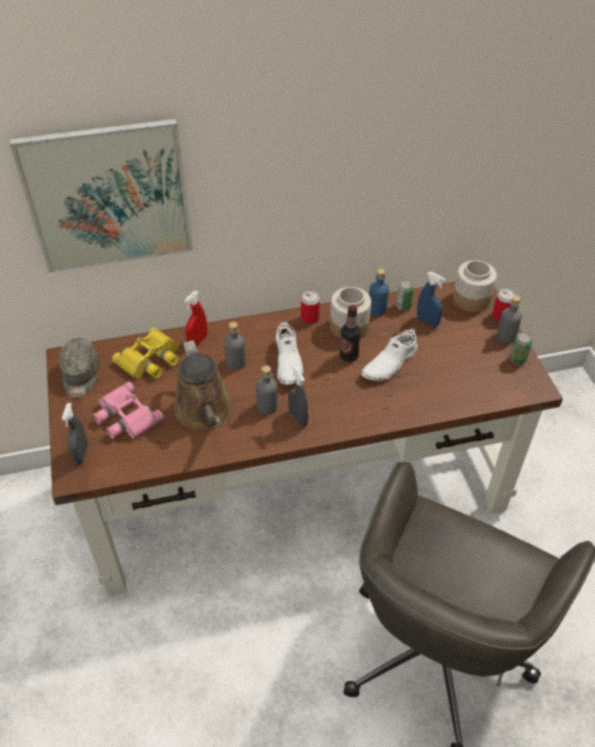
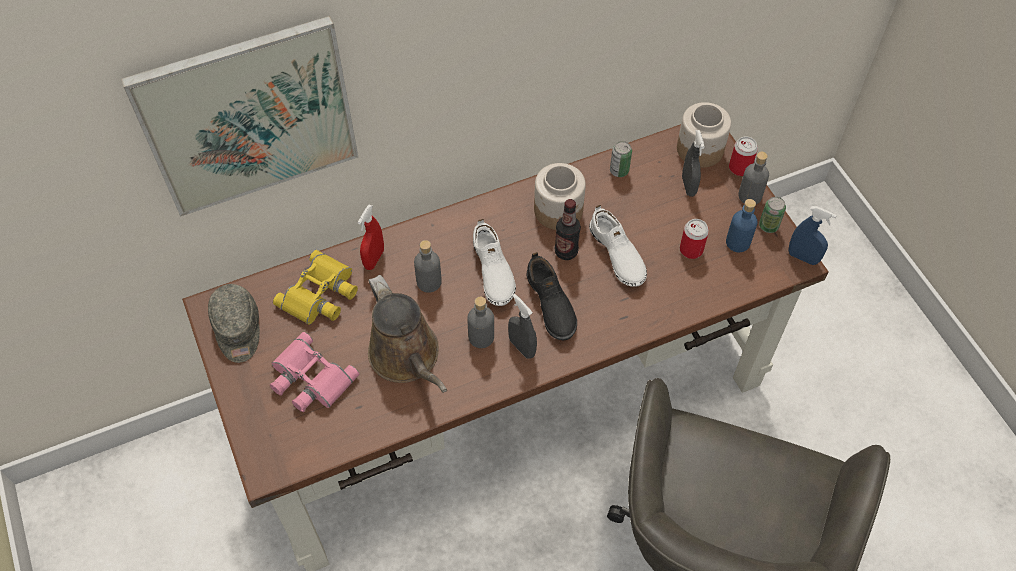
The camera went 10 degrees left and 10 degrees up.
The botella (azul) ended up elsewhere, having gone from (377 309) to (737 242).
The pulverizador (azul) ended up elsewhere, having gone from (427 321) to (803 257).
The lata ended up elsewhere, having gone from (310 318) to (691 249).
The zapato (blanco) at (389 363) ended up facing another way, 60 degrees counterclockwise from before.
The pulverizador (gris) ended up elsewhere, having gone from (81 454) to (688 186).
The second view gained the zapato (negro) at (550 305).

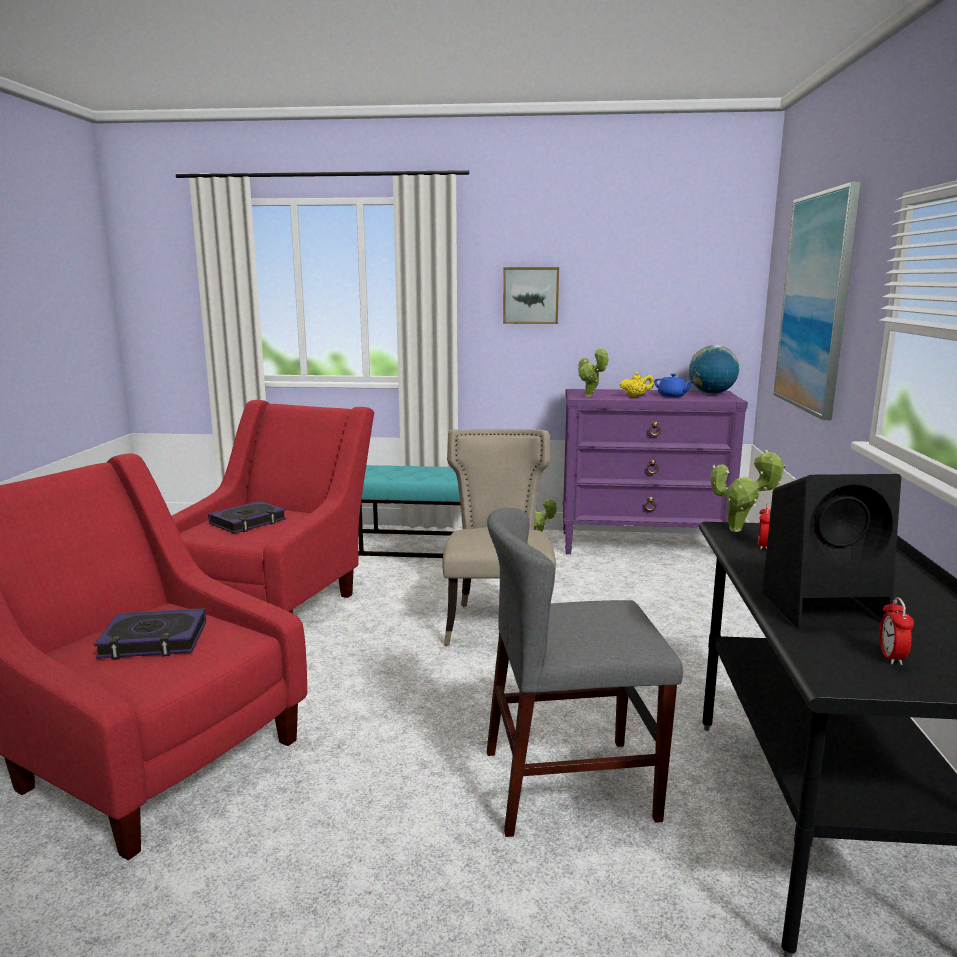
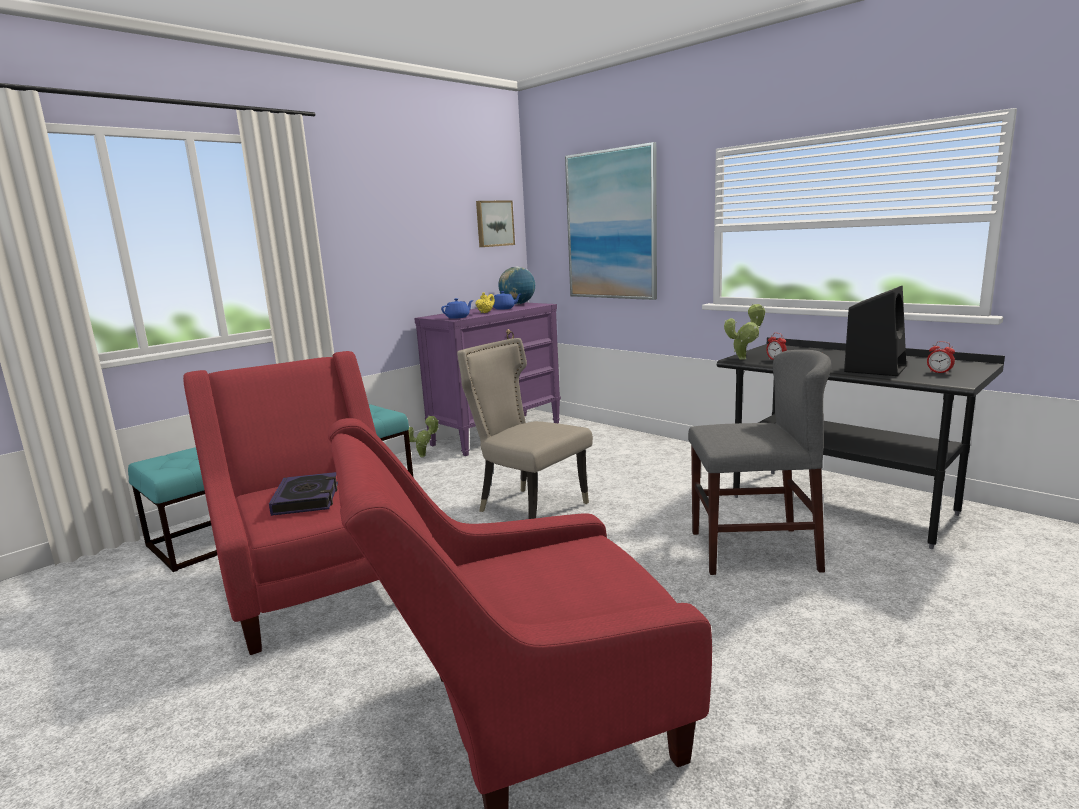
The camera went 50 degrees left and 0 degrees up.
The cuadro ended up elsewhere, having gone from (530 295) to (494 223).
Where the planta en maceta stood at (590 396), the tetera (azul) came to stand at (458 317).
The silla (gris) at (569 785) ended up facing another way, 120 degrees counterclockwise from before.
The second view lost the libro at (154 641).

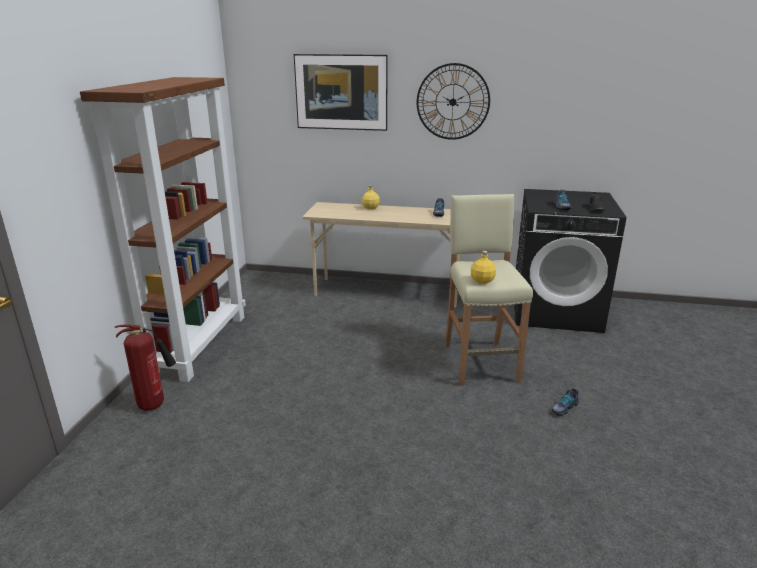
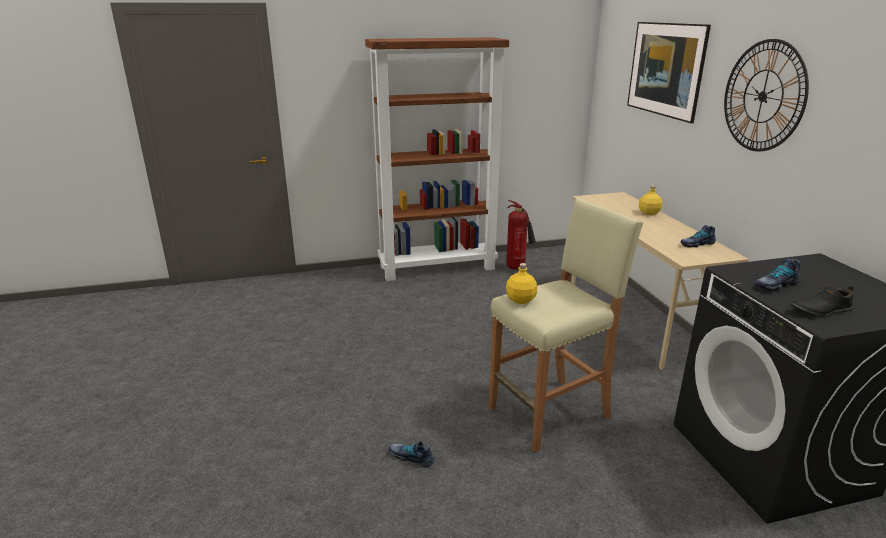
The camera went 65 degrees right and 0 degrees up.
The extintor ended up elsewhere, having gone from (155 405) to (517 268).
The zapato ended up elsewhere, having gone from (564 407) to (412 457).

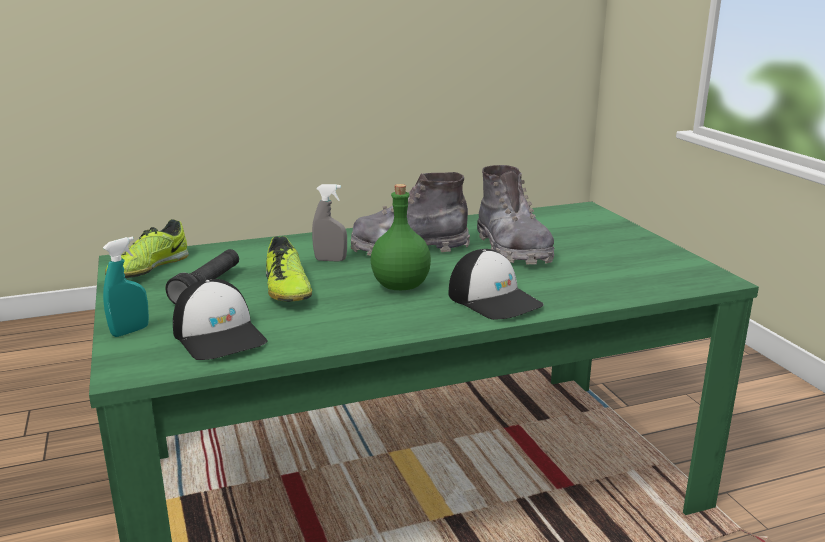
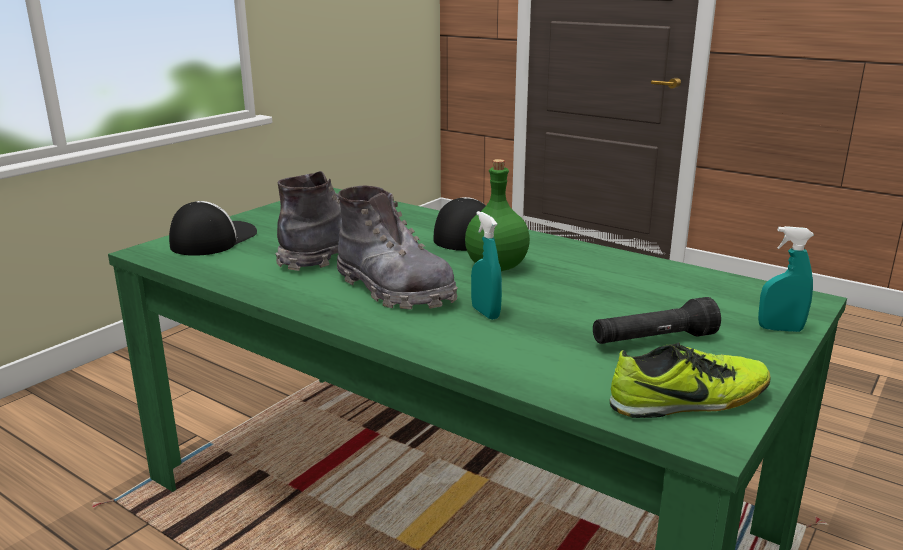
The camera went 125 degrees left and 0 degrees up.
What was the pulverizador (gris) at (330 260) turned into the pulverizador (turquesa) at (485 313).
The second view lost the zapato at (287 290).
The gorra ended up elsewhere, having gone from (220 335) to (213 239).

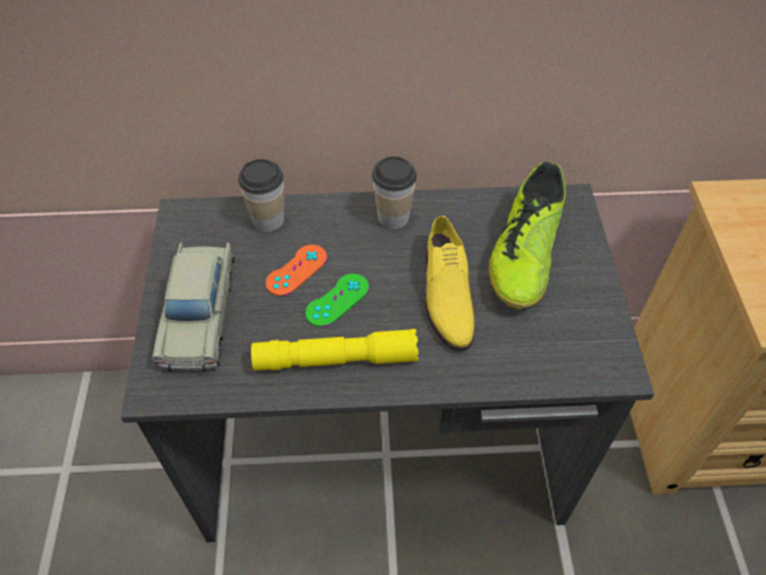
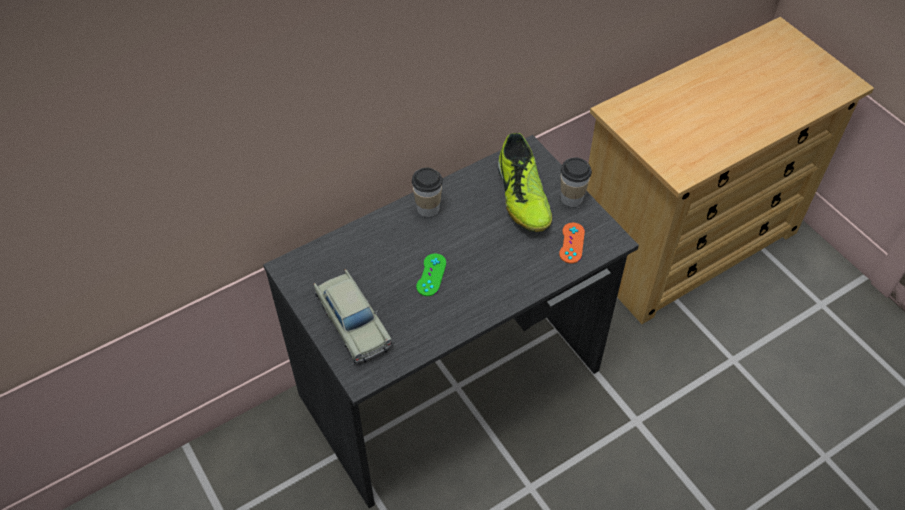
The camera went 30 degrees left and 0 degrees up.
The taza ended up elsewhere, having gone from (268 220) to (571 198).
The second view lost the zapato (amarillo) at (445 293).
The mando de consola (naranja) ended up elsewhere, having gone from (296 270) to (572 243).
The second view lost the linterna (amarillo) at (336 359).

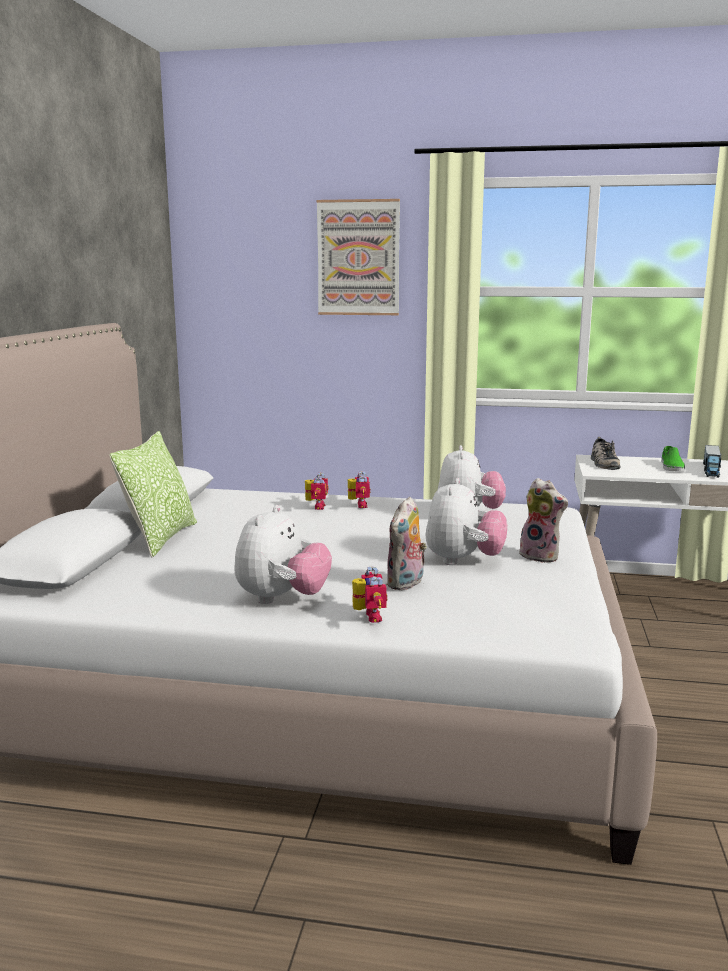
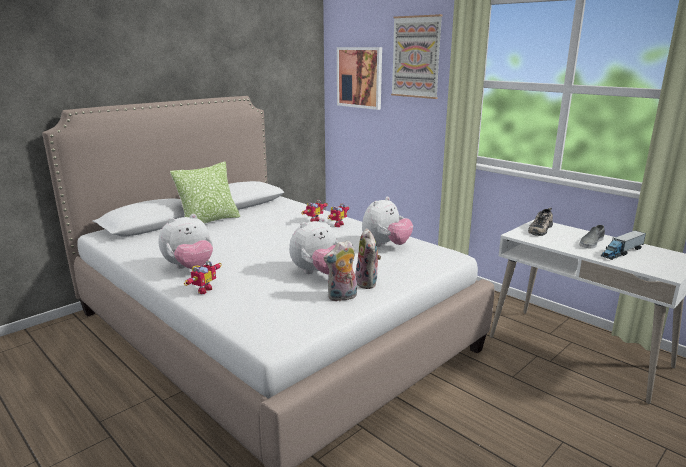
The camera went 35 degrees right and 5 degrees up.
What was the zapato (verde) at (671 467) turned into the zapato (gris) at (591 243).
The peluche ended up elsewhere, having gone from (406 584) to (342 297).
The second view gained the cuadro at (359 77).

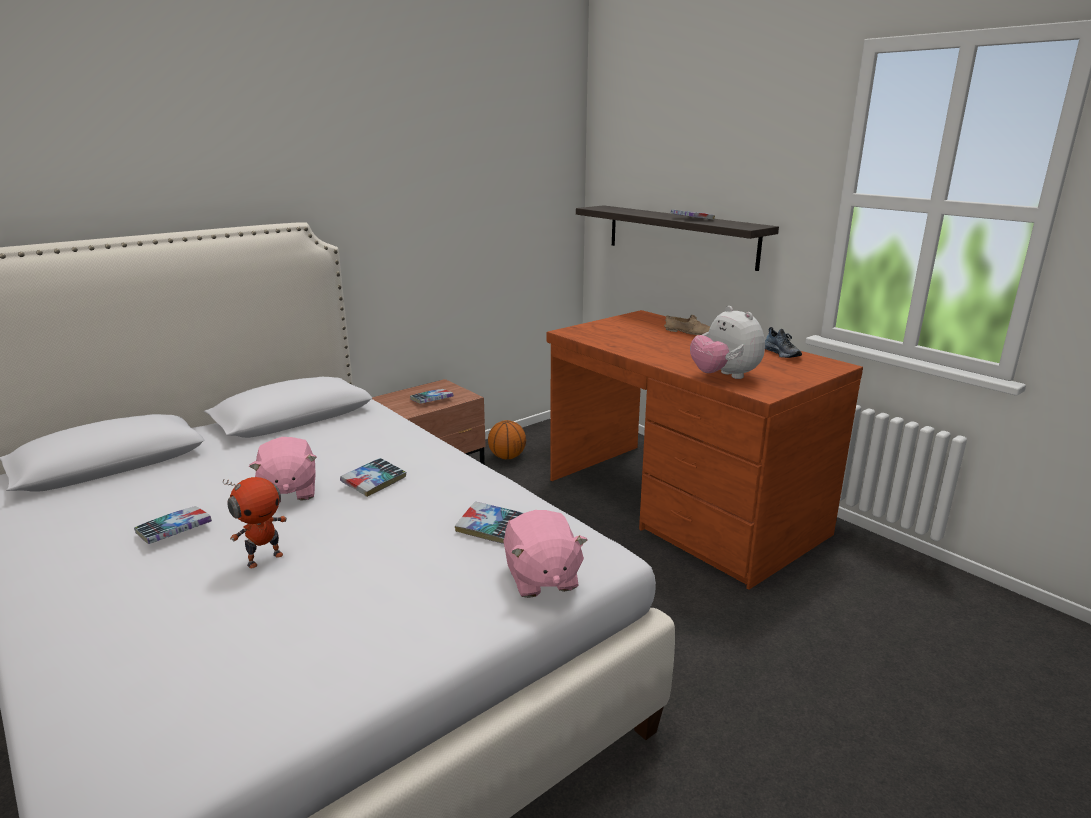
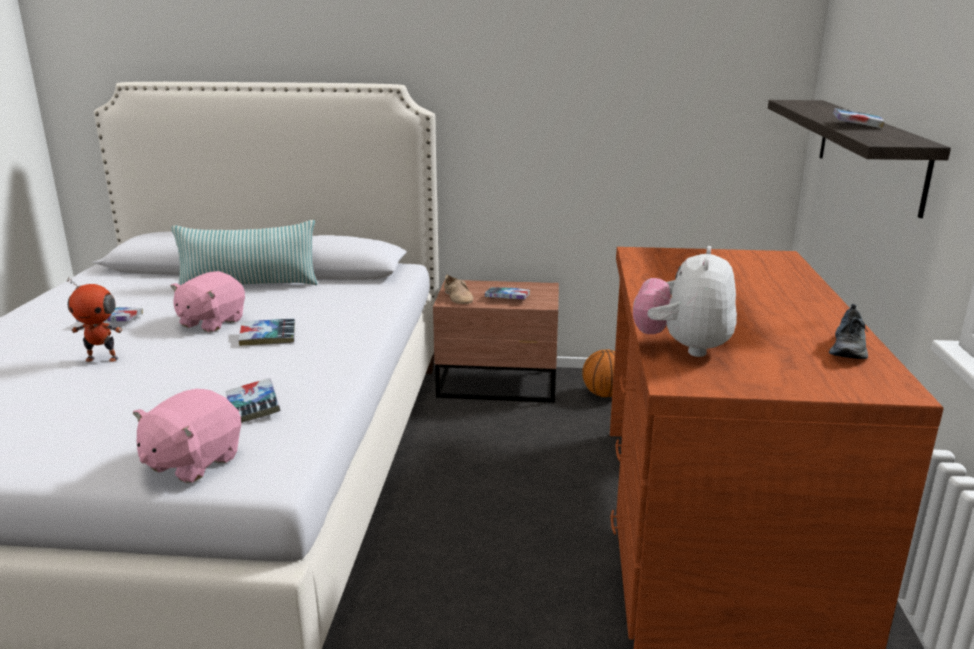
The camera went 45 degrees right and 0 degrees up.
The zapato (beis) ended up elsewhere, having gone from (689 332) to (459 297).
The second view gained the cojín at (249 285).

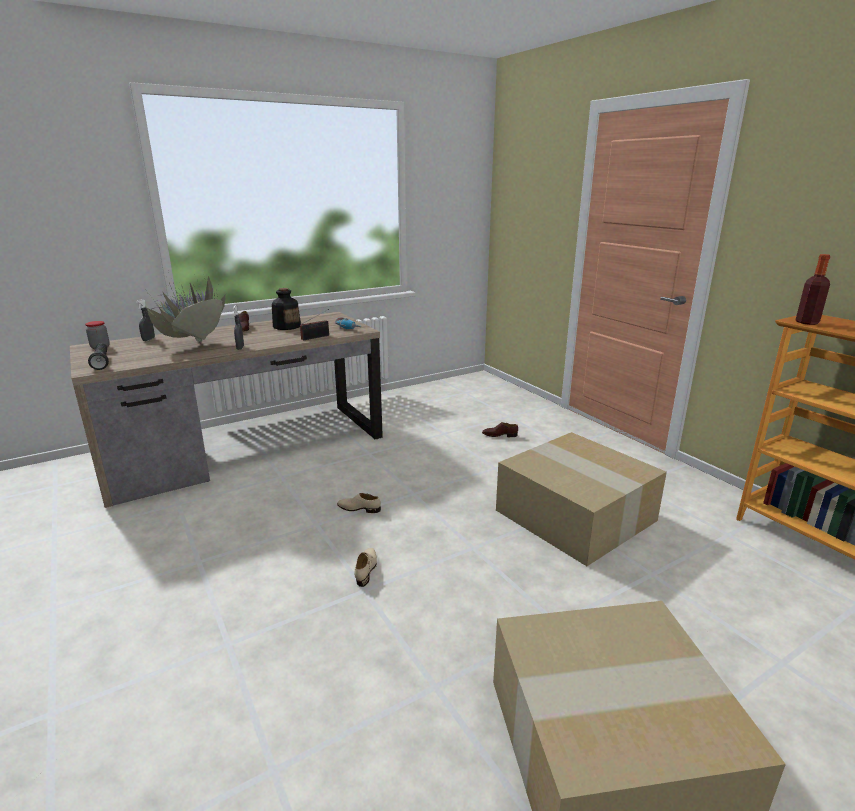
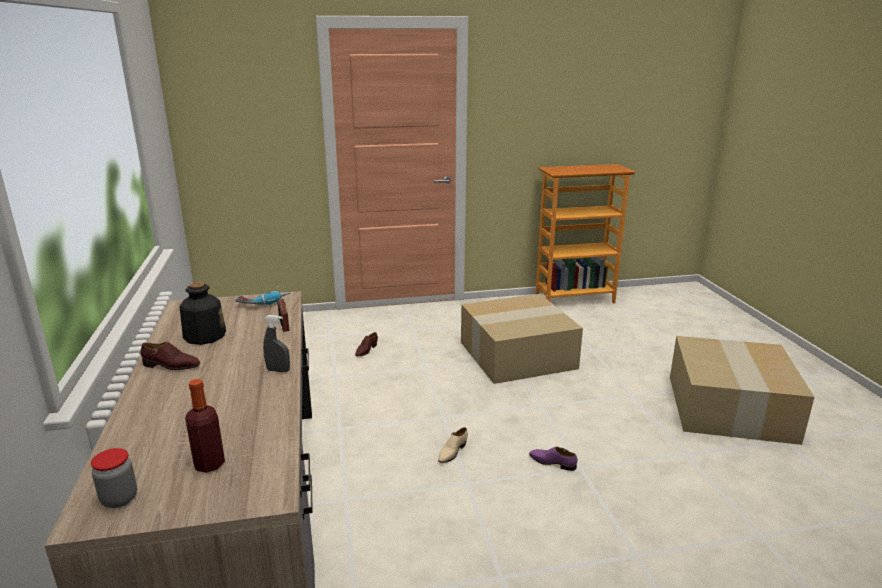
The camera went 70 degrees left and 0 degrees up.
The botella ended up elsewhere, having gone from (807 322) to (209 464).
The second view lost the planta en maceta at (195 346).
The second view lost the pulverizador (gris) at (148 339).
The second view lost the linterna (negro) at (101 362).
What was the zapato (beis) at (366 569) turned into the zapato (morado) at (552 462).

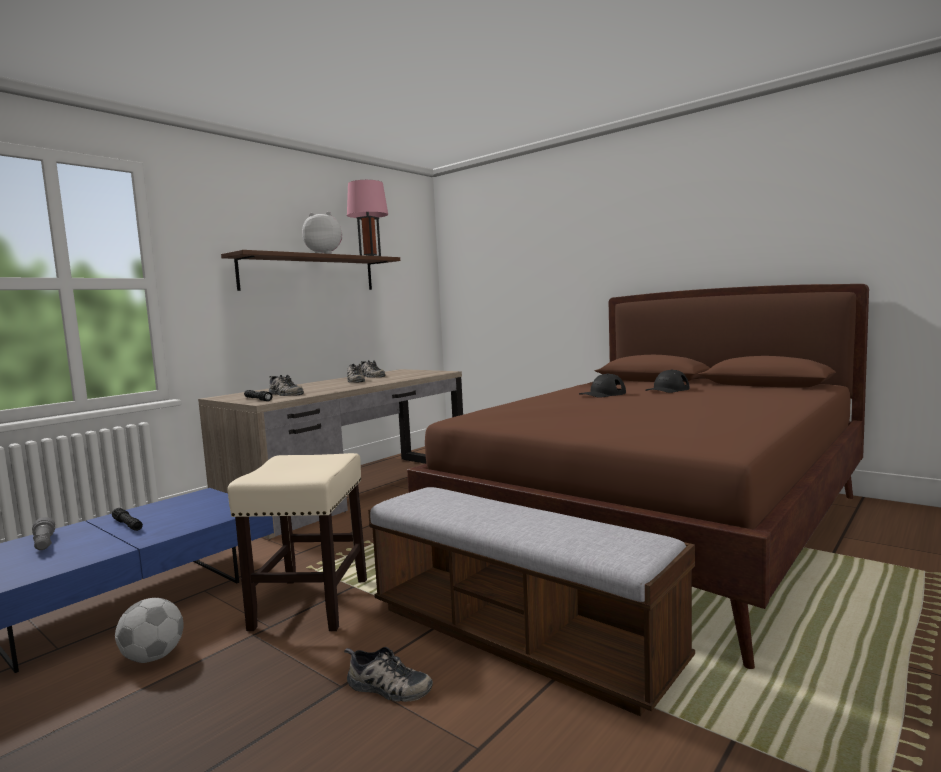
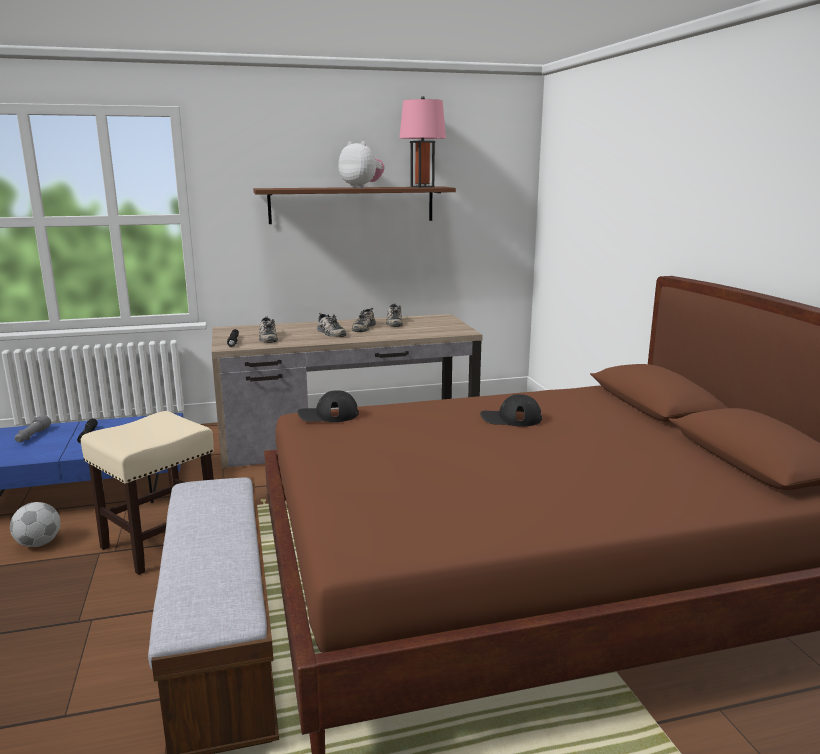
The camera went 35 degrees right and 10 degrees up.
The gorra (negro) ended up elsewhere, having gone from (667 390) to (328 415).
The zapato ended up elsewhere, having gone from (387 688) to (330 333).

